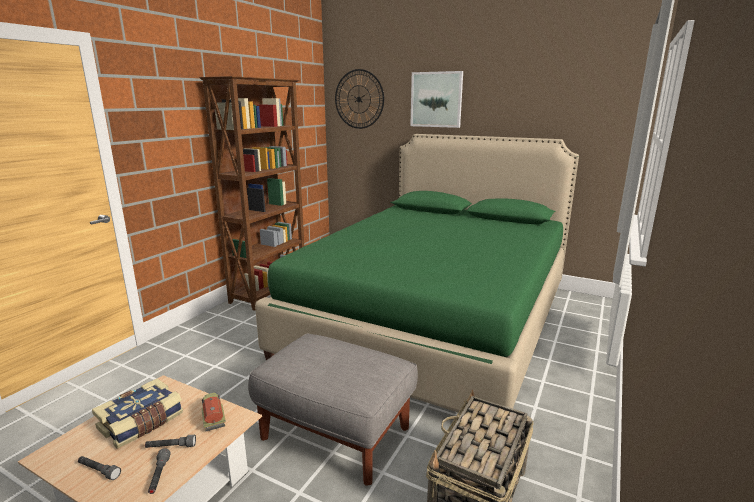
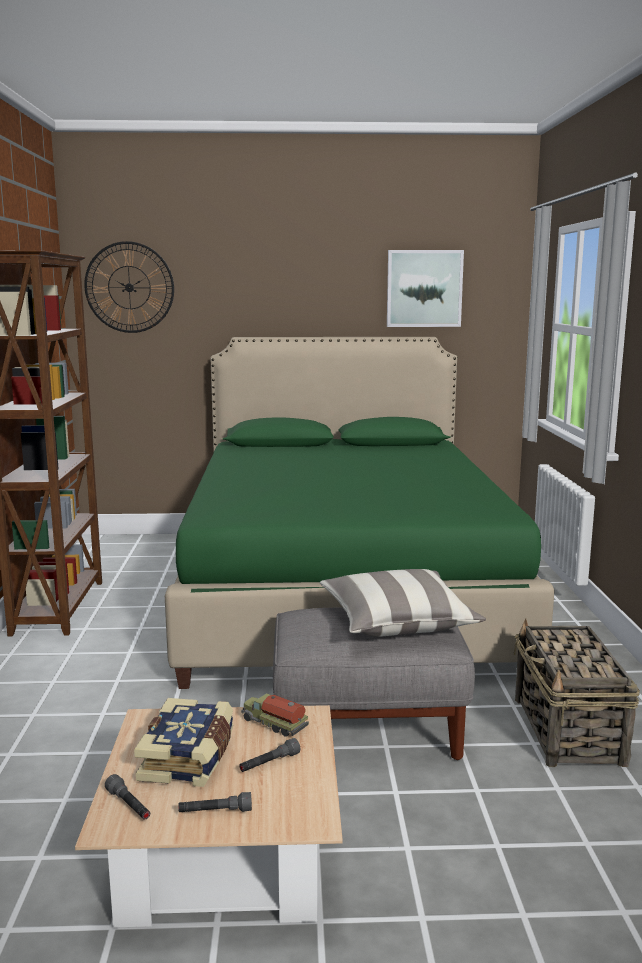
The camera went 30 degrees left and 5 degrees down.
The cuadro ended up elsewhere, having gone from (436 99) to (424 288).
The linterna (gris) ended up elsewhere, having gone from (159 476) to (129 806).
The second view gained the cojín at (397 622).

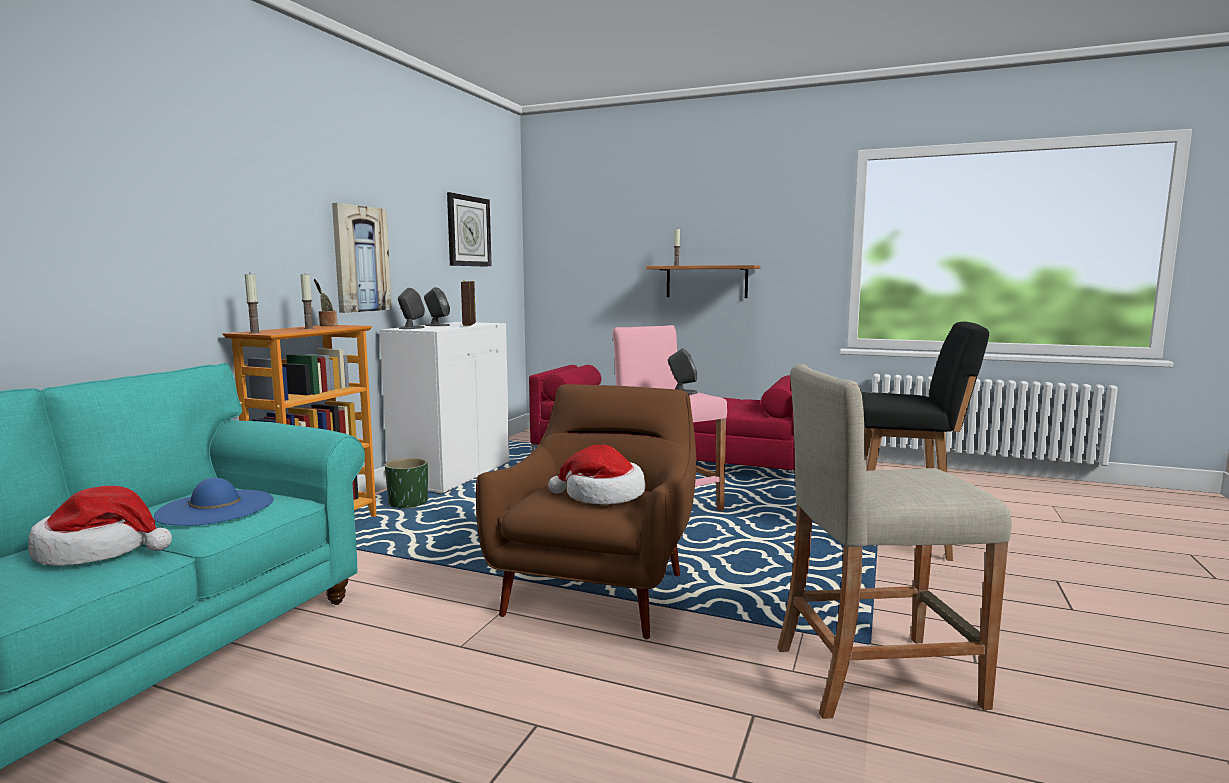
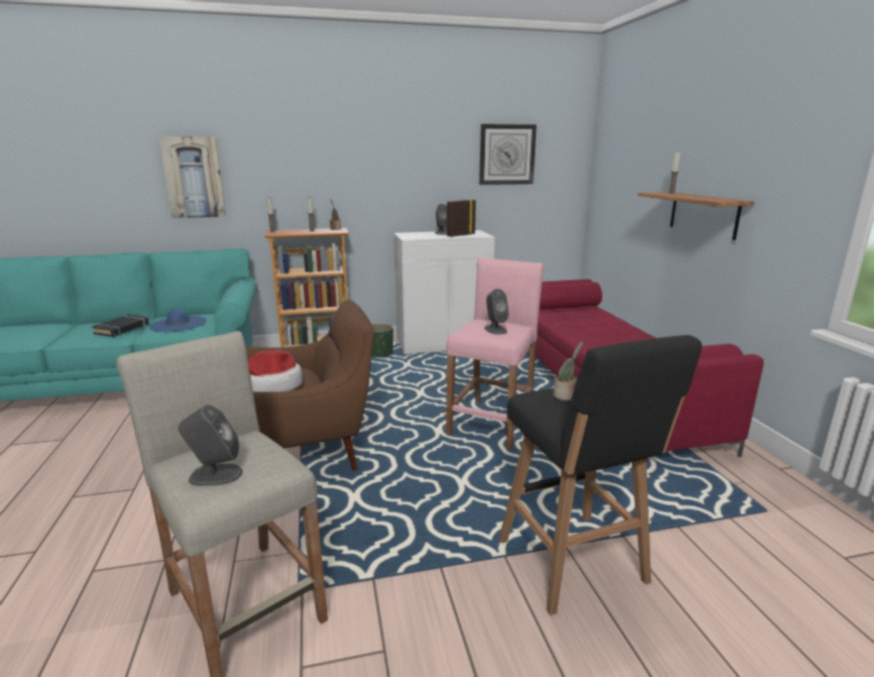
The camera went 55 degrees right and 10 degrees up.
The cuadro ended up elsewhere, having gone from (361 259) to (194 177).
The altavoz (gris) ended up elsewhere, having gone from (411 328) to (215 475).
Where the sombrero stood at (100 550), the libro (negro) came to stand at (122 329).
The second view gained the planta en maceta at (565 396).

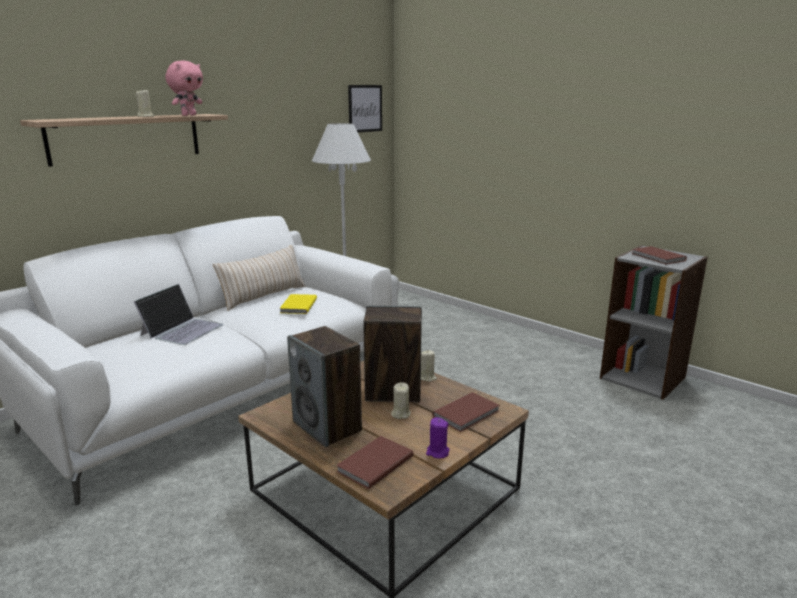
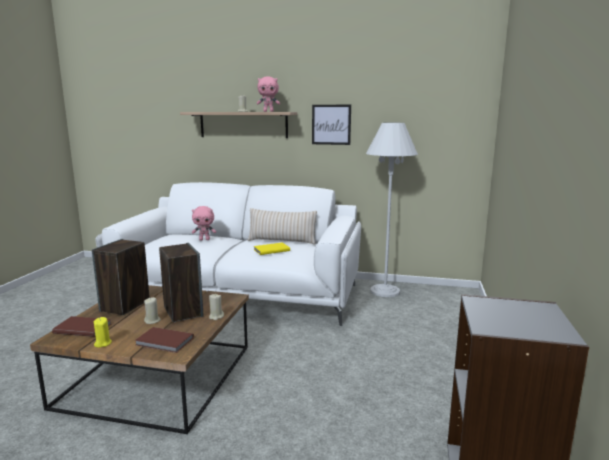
The camera went 60 degrees right and 5 degrees down.
The cuadro ended up elsewhere, having gone from (365 108) to (331 124).
The second view lost the libro (marrón) at (657 257).
Where the portátil stood at (182 329), the peluche (rosa) came to stand at (204 239).
What was the vela (morado) at (437 452) turned into the vela (amarillo) at (102 343).

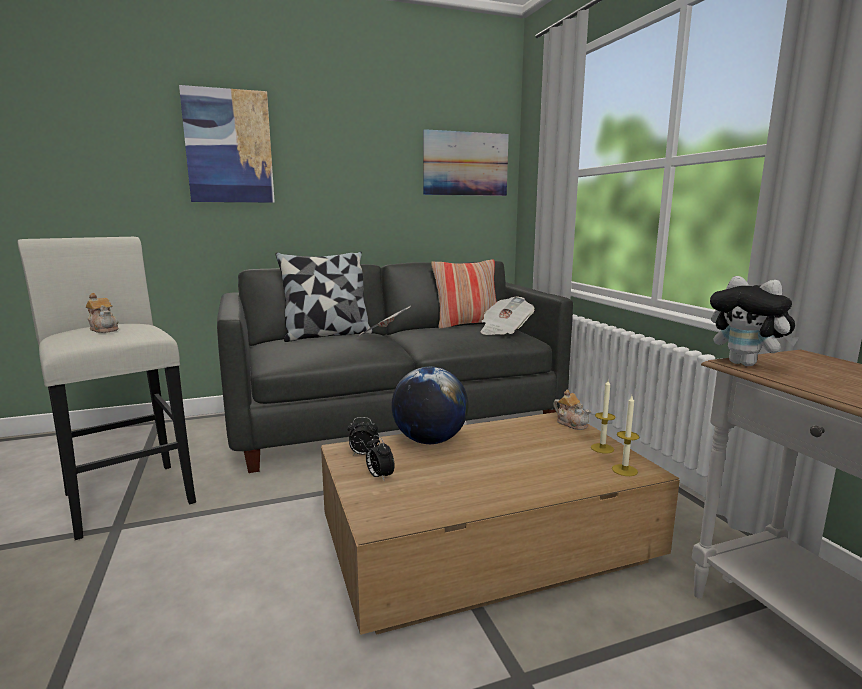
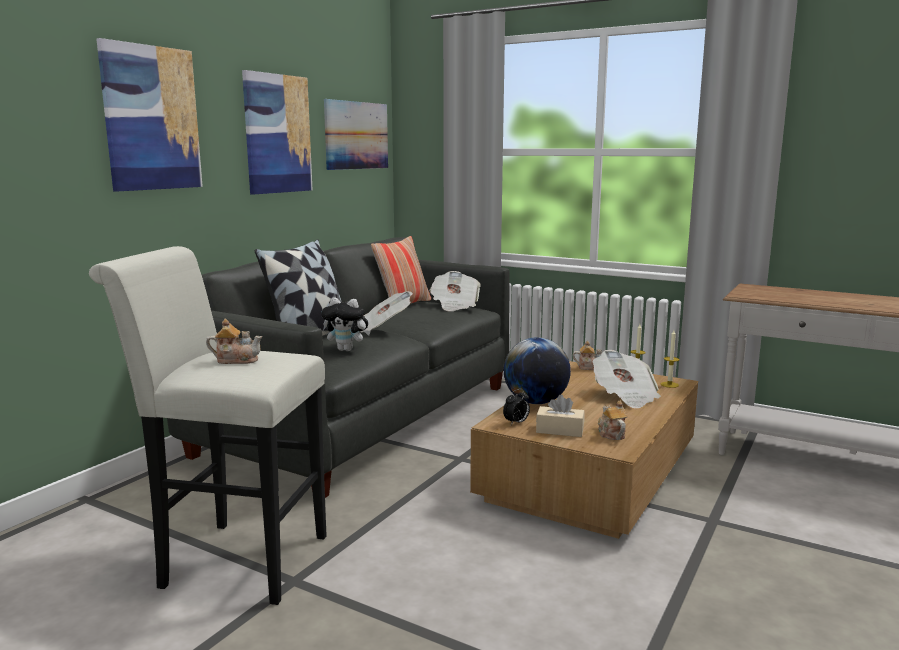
The camera went 40 degrees left and 0 degrees up.
The peluche ended up elsewhere, having gone from (746 364) to (347 350).
Where the despertador stood at (379 477), the caja de pañuelos (beis) came to stand at (559 430).
The second view gained the cuadro at (277 134).
The second view gained the periódico at (625 396).
The second view gained the tetera at (611 434).

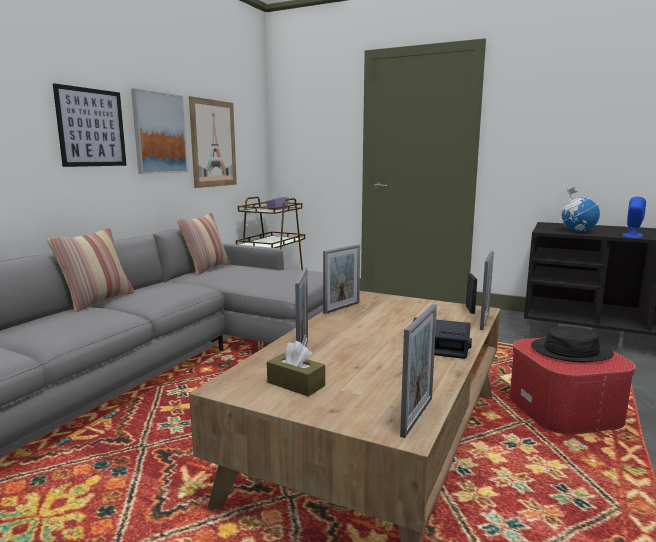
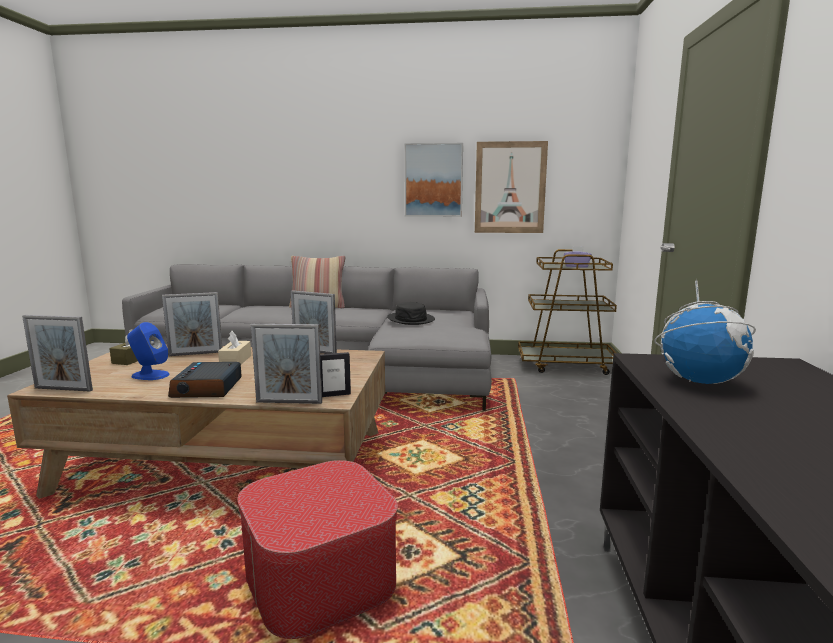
The camera went 70 degrees right and 0 degrees up.
The second view lost the cuadro at (91 127).
The altavoz (azul) ended up elsewhere, having gone from (632 235) to (150 375).
The second view lost the cojín at (207 269).
The sombrero (negro) ended up elsewhere, having gone from (571 351) to (411 319).
The second view gained the caja de pañuelos (beis) at (235 361).

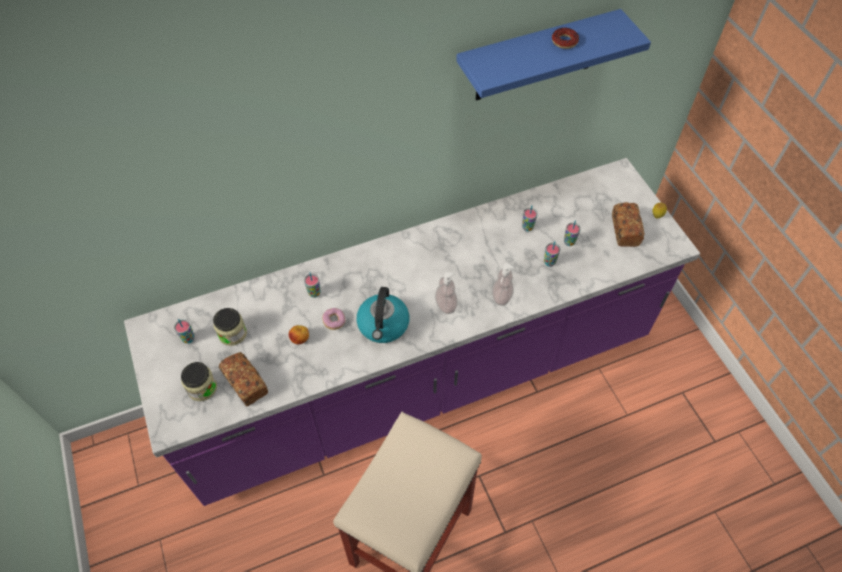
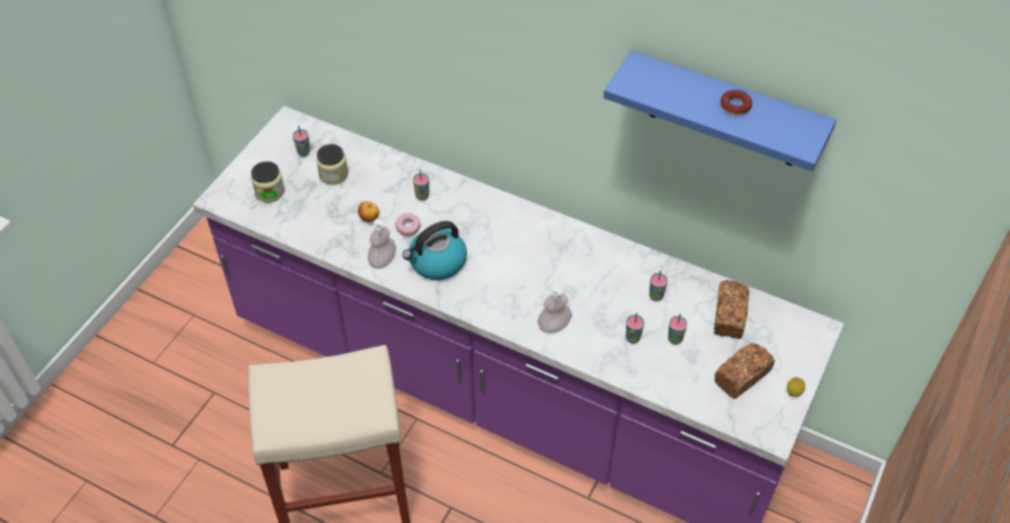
The camera went 50 degrees right and 5 degrees down.
The dispensador de jabón ended up elsewhere, having gone from (446 305) to (383 260).
The pan ended up elsewhere, having gone from (246 383) to (729 317).

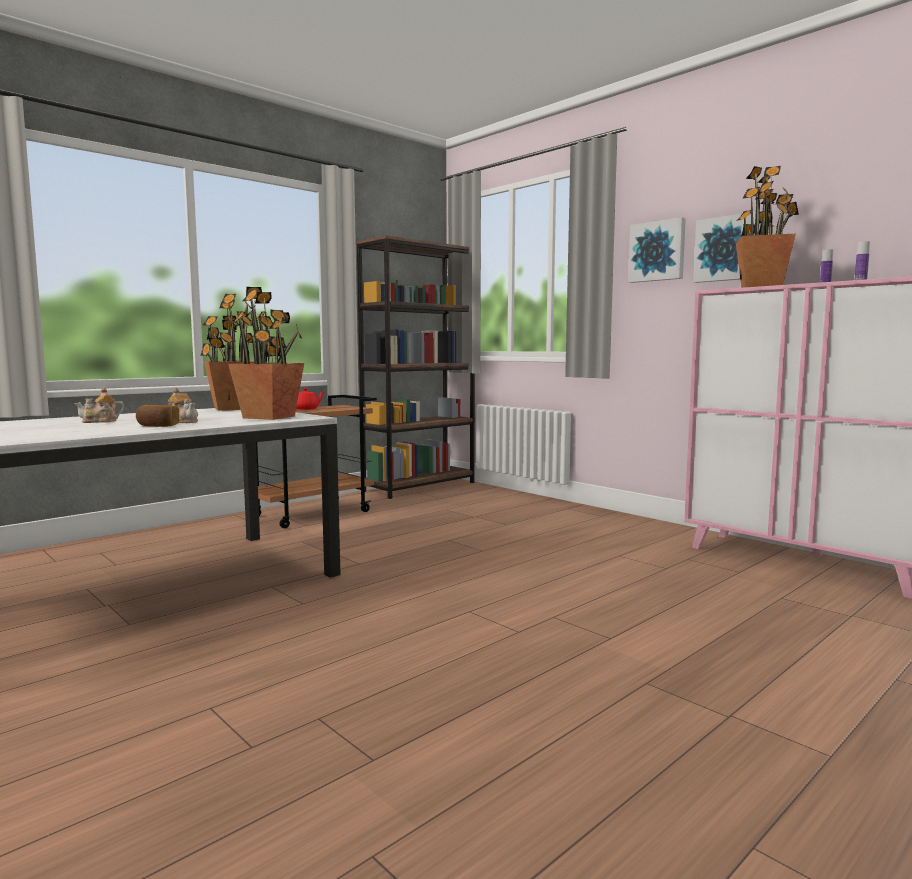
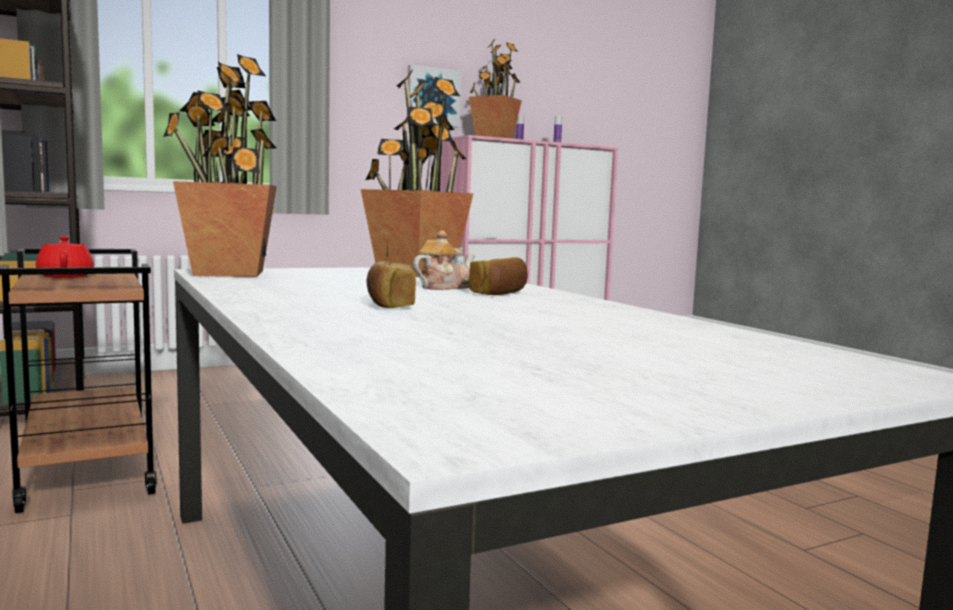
The camera went 75 degrees left and 0 degrees up.
The second view lost the cuadro at (657 251).
Where the tetera stood at (100 421), the pan came to stand at (389 304).

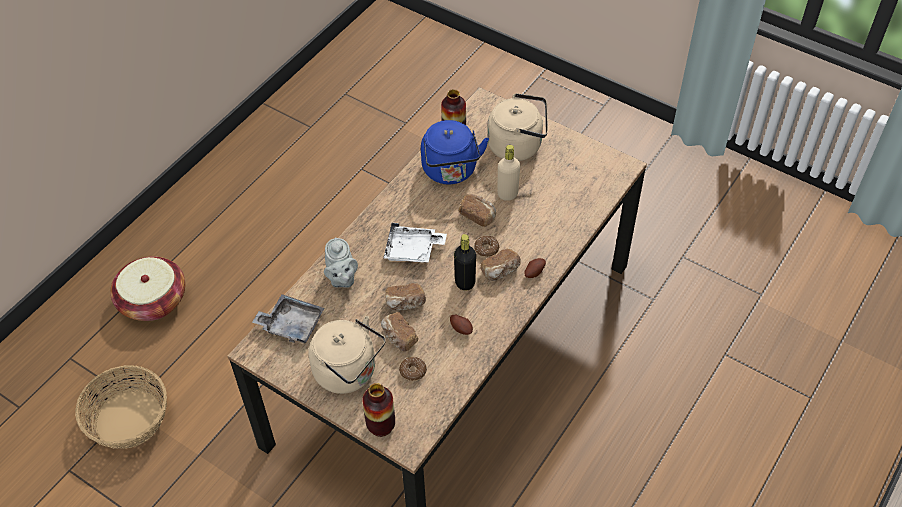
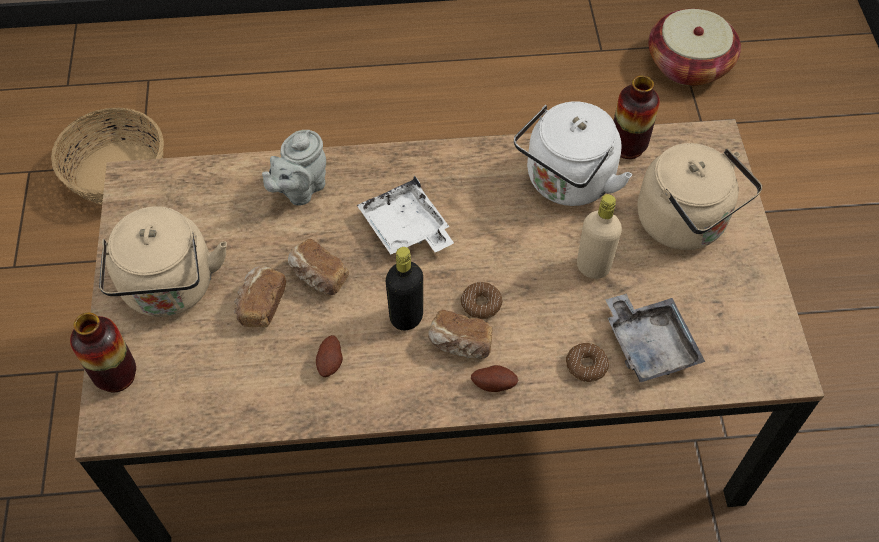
The camera went 50 degrees right and 5 degrees up.
What was the hervidor (azul) at (451 171) turned into the hervidor (blanco) at (566 183).
The second view lost the pan at (478 215).
The cesta ended up elsewhere, having gone from (153 301) to (688 64).
The bandeja (gris) ended up elsewhere, having gone from (291 324) to (649 344).
The rosquilla ended up elsewhere, having gone from (413 371) to (586 366).

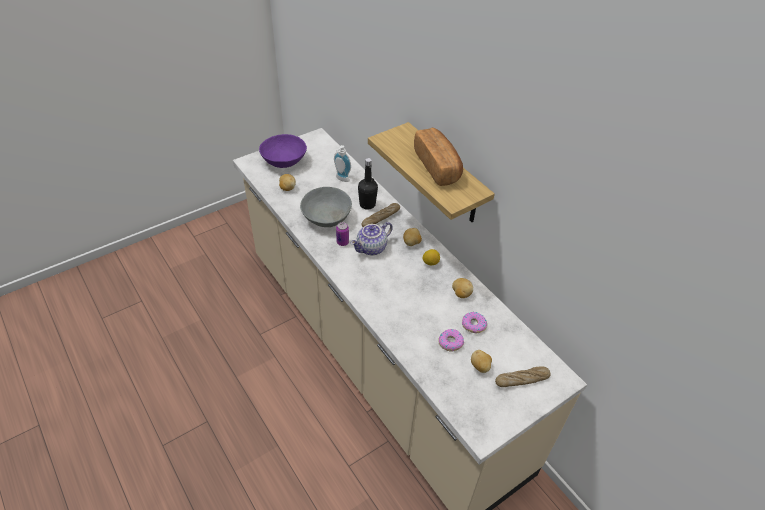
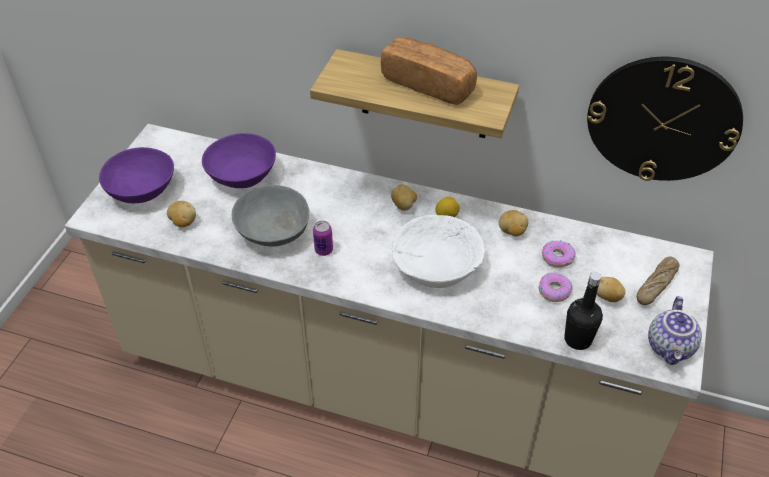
The camera went 35 degrees left and 0 degrees up.
Where the dispensador de jabón stood at (341 179), the cuenco (morado) came to stand at (243 175).
The botella (negro) ended up elsewhere, having gone from (367 204) to (578 339).
The second view lost the pan at (381 218).
The tetera ended up elsewhere, having gone from (371 248) to (671 347).
The second view gained the reloj de pared at (663 119).
The second view gained the cuenco (blanco) at (437 265).

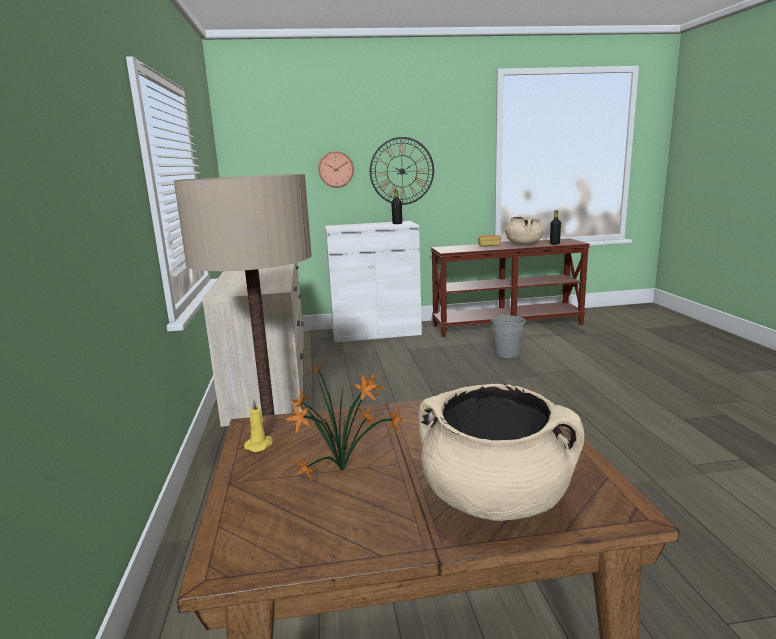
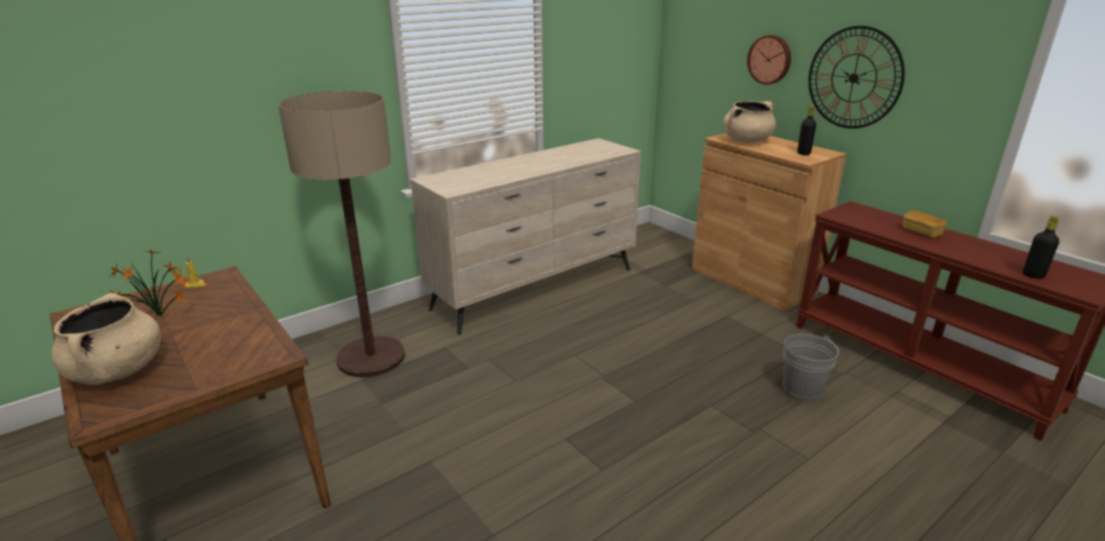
The camera went 60 degrees right and 10 degrees up.
The olla (beis) ended up elsewhere, having gone from (523 244) to (747 141).
What was the armario (blanco) at (376 332) turned into the armario (marrón) at (752 281).

